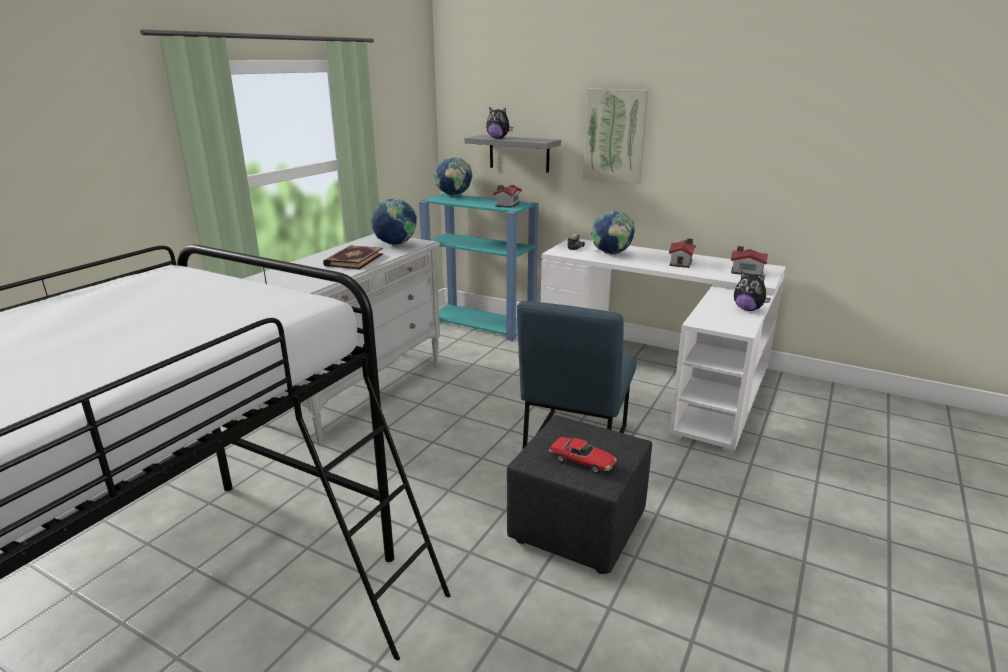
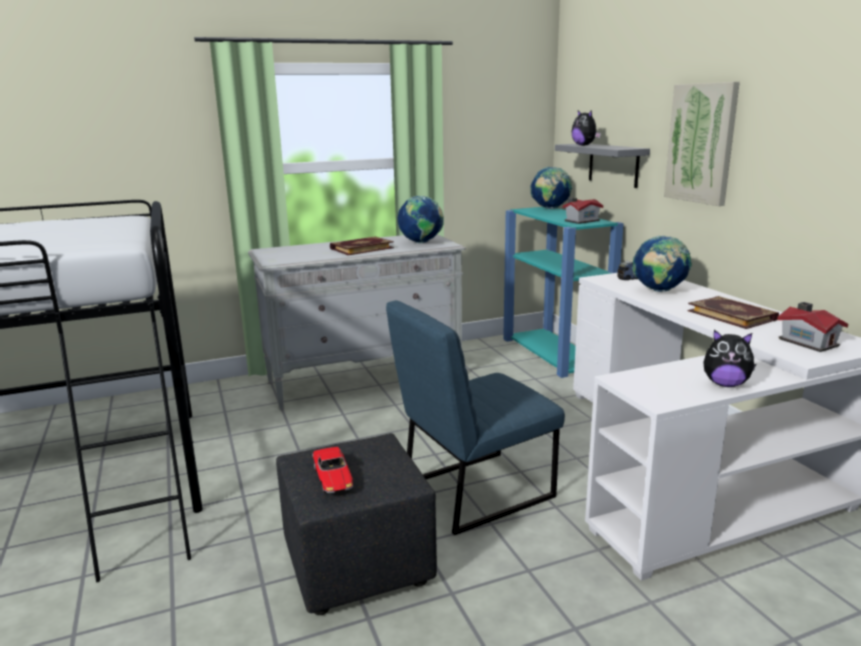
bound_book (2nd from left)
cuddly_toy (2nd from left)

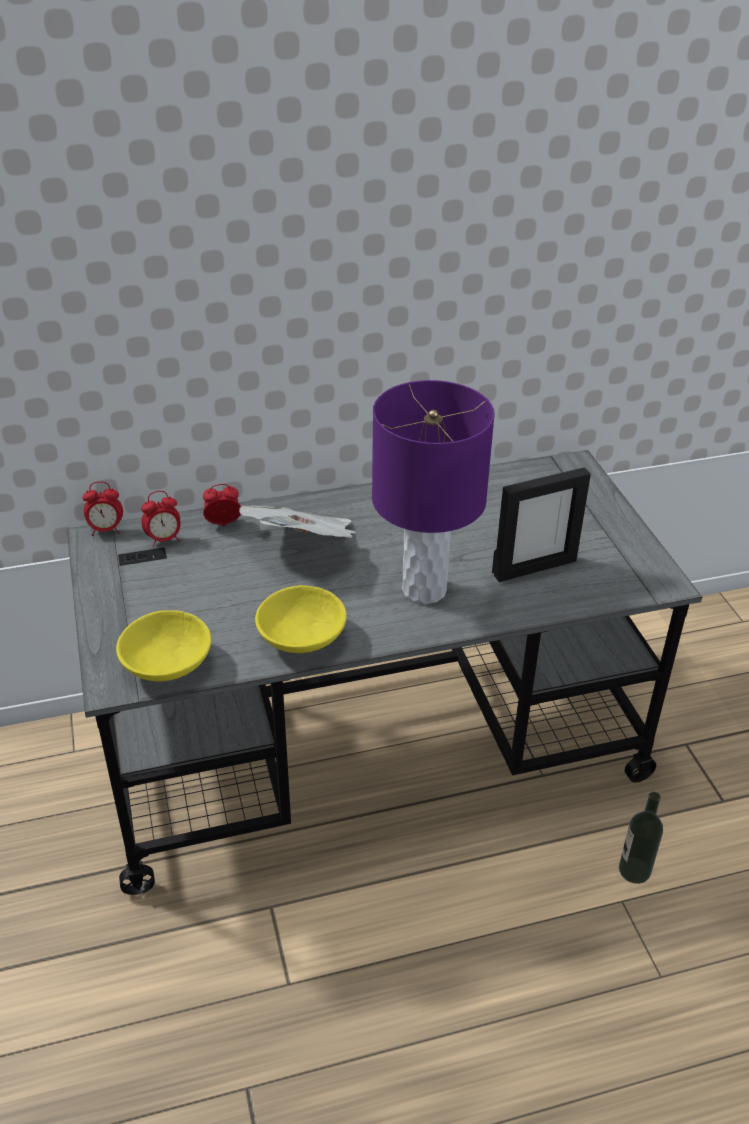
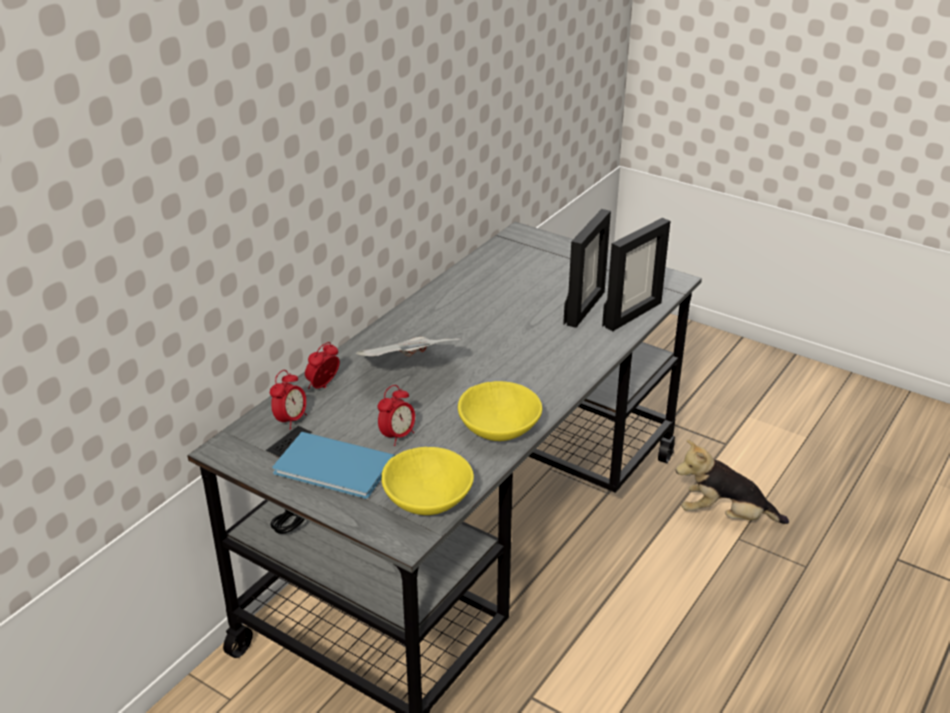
purple_table_lamp
blue-coloured_bound_book
photo_frame (2nd from left)
bedside_clock (3rd from left)
cuddly_toy

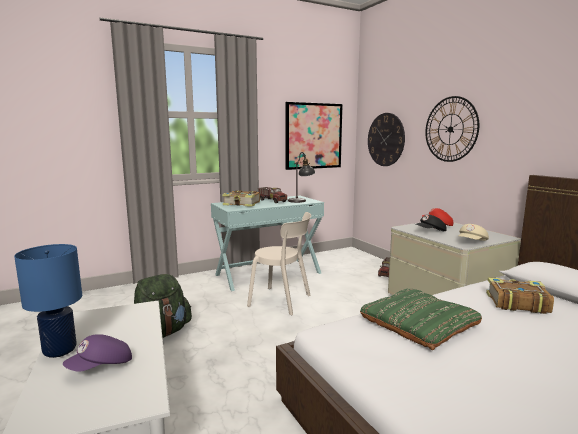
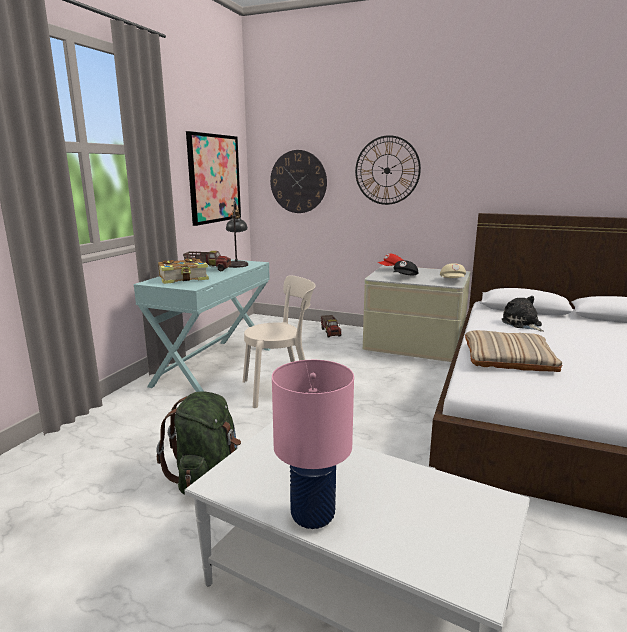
purple_peaked_cap
cuddly_toy
pinkish_table_lamp
sand-coloured_throw_pillow

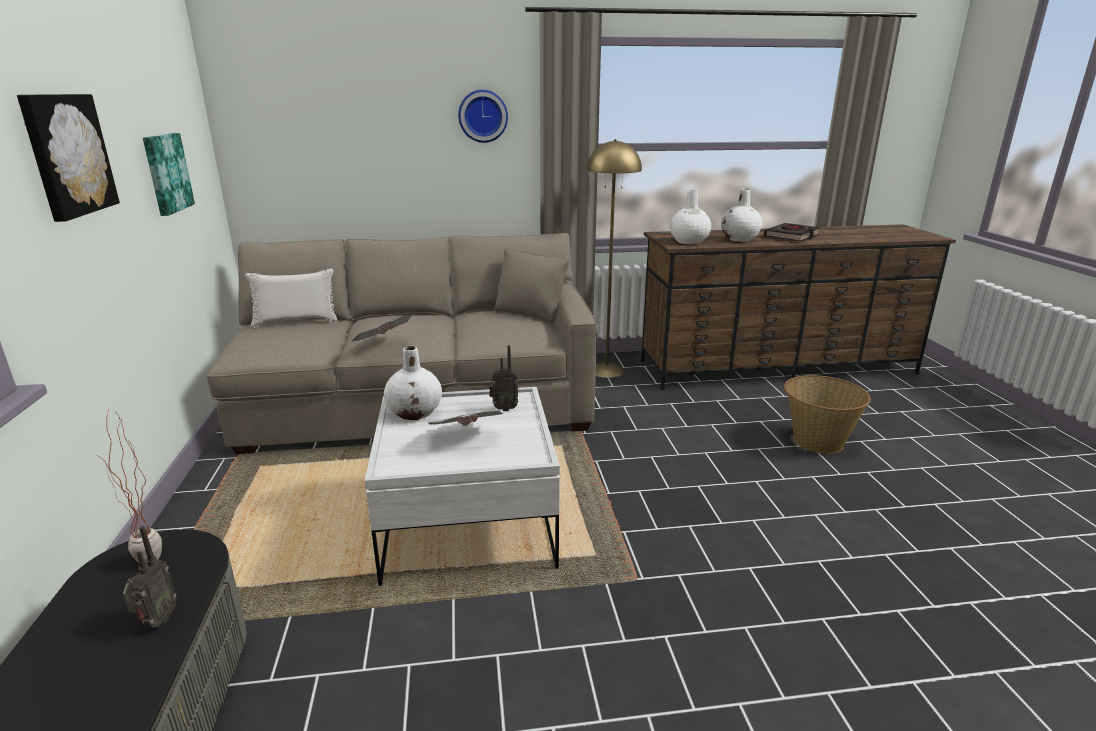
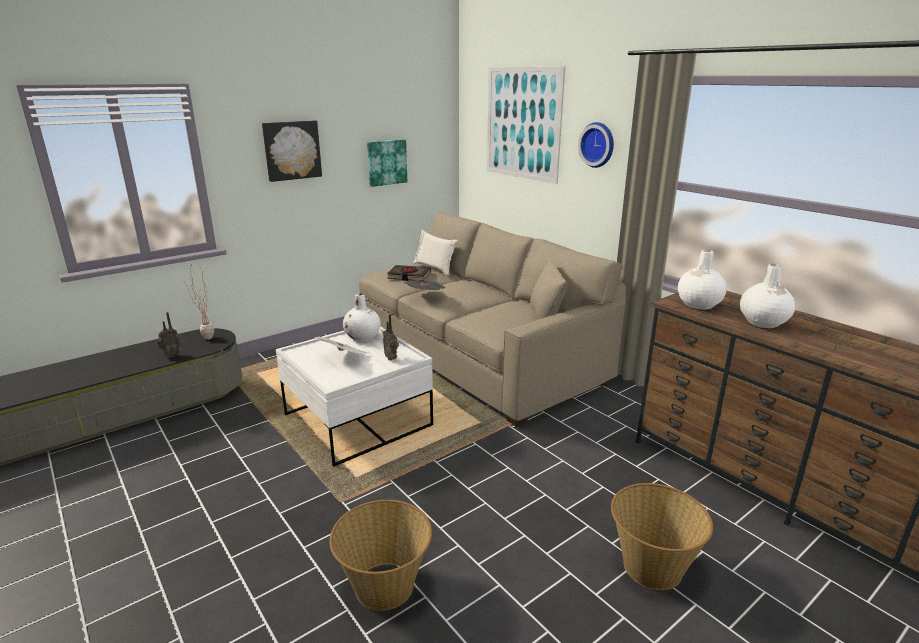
yellow_standard_lamp
household_basket (1st from left)
wall_picture (3rd from left)
black_bound_book

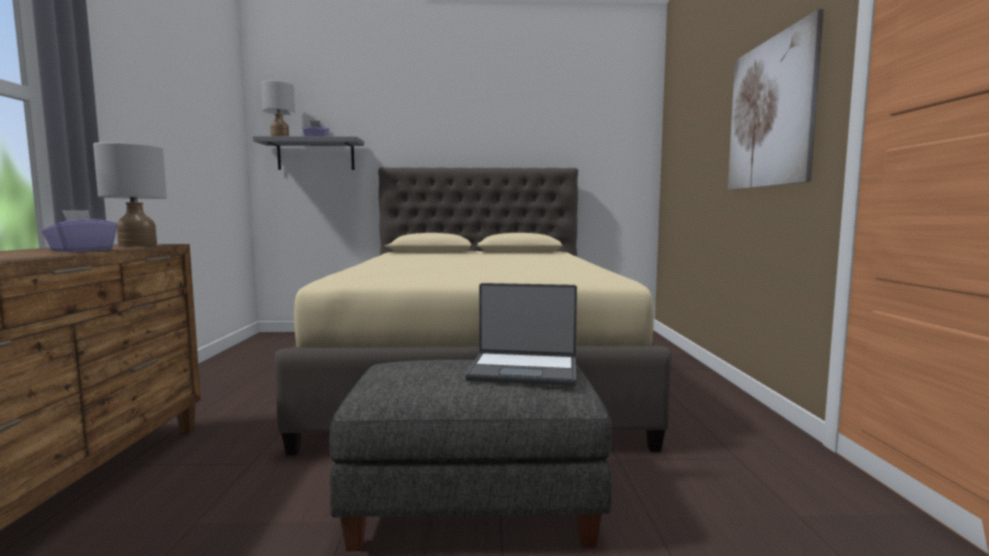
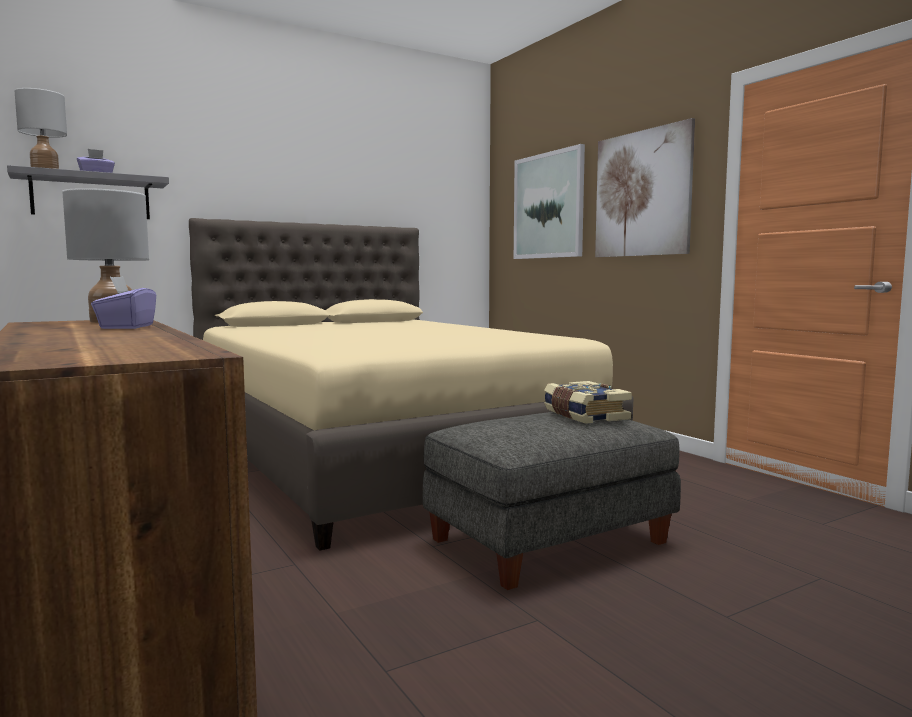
wall_picture (1st from left)
bound_book

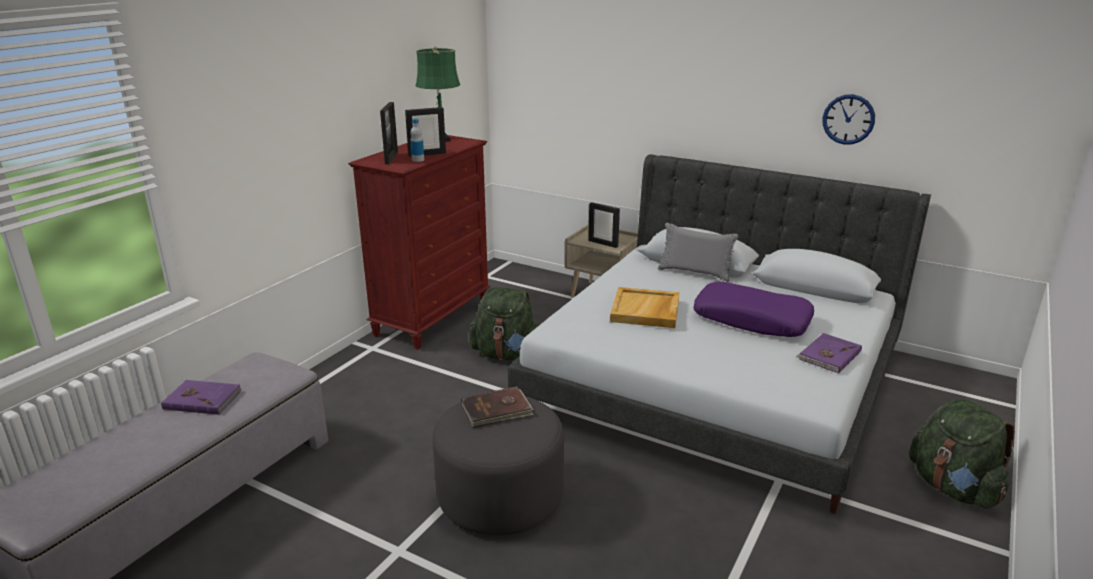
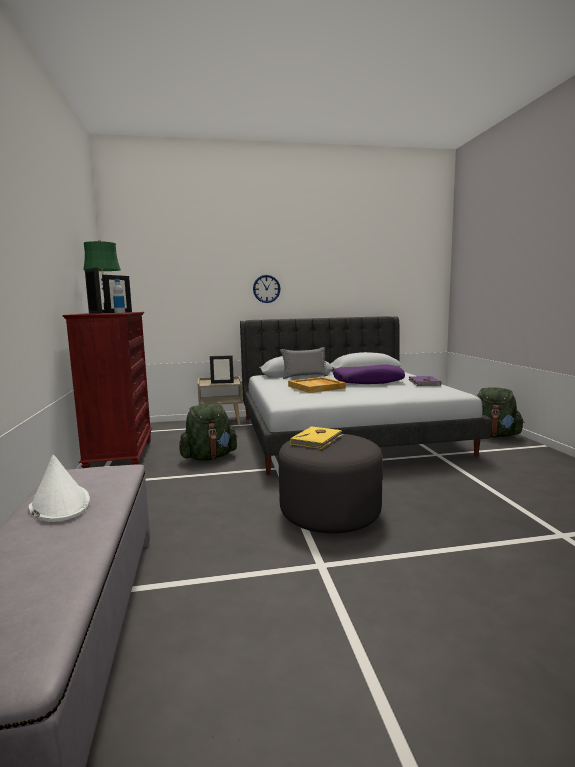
hanging_clock
white_hat
yellow_bound_book

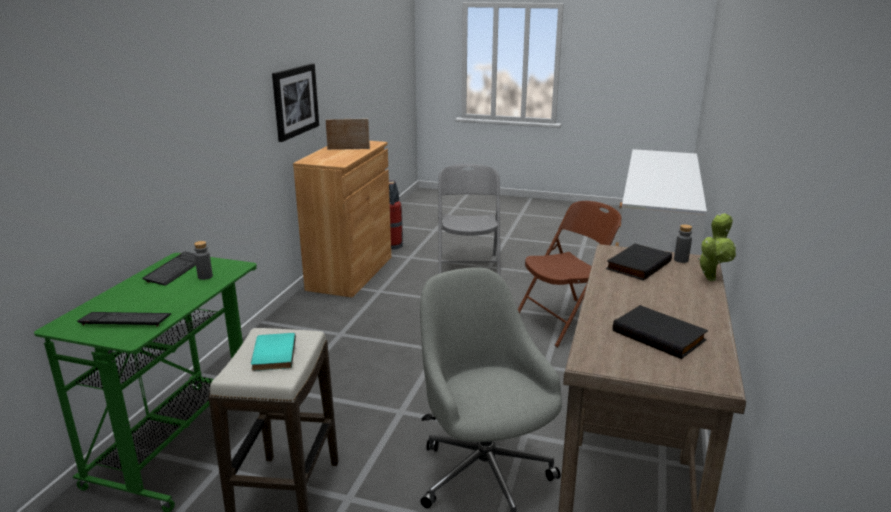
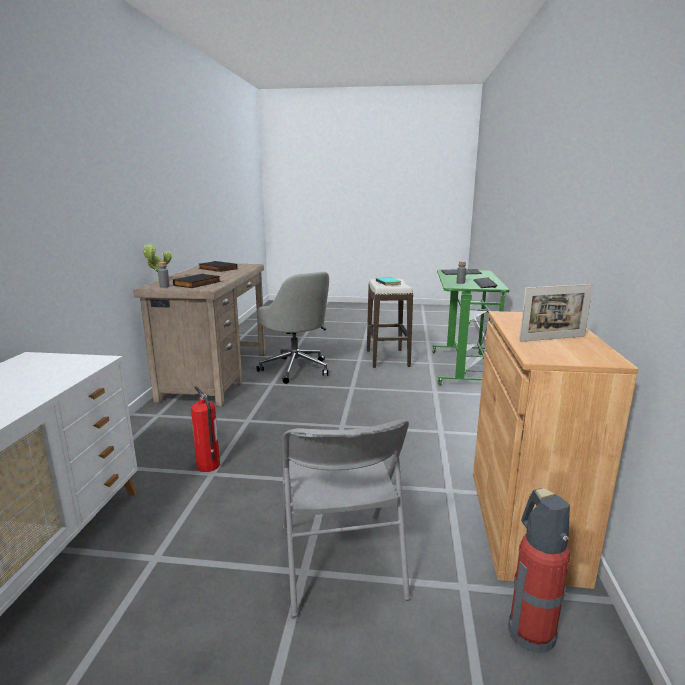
wall_picture
fire-fighting_cylinder (1st from left)

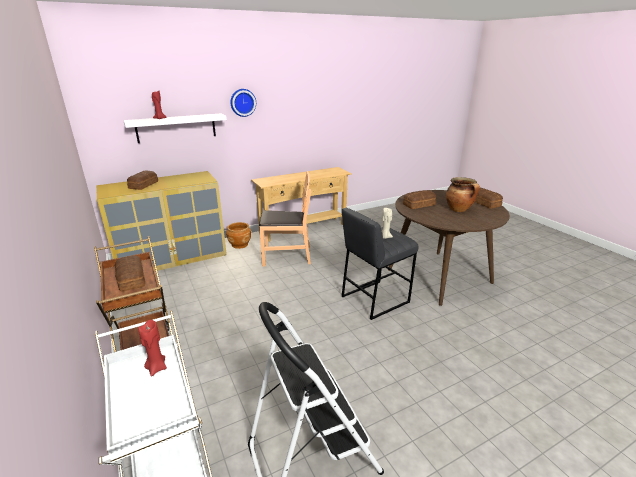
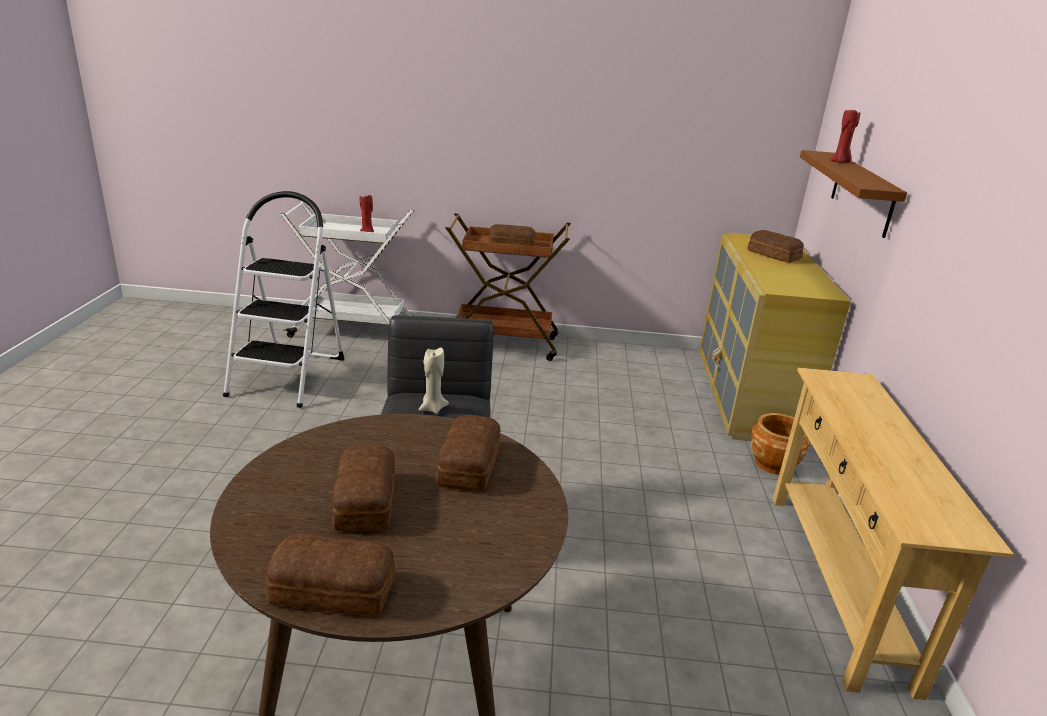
hanging_clock
brown-coloured_plain_chair
bread (2nd from left)
brown-coloured_bracket_shelf

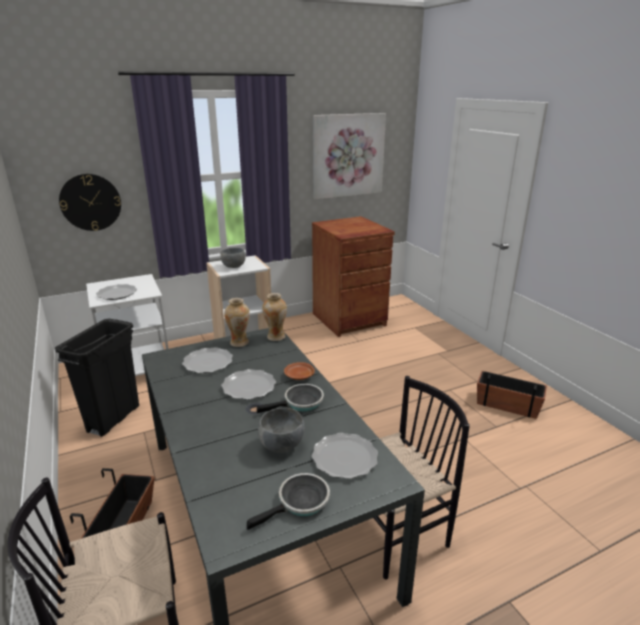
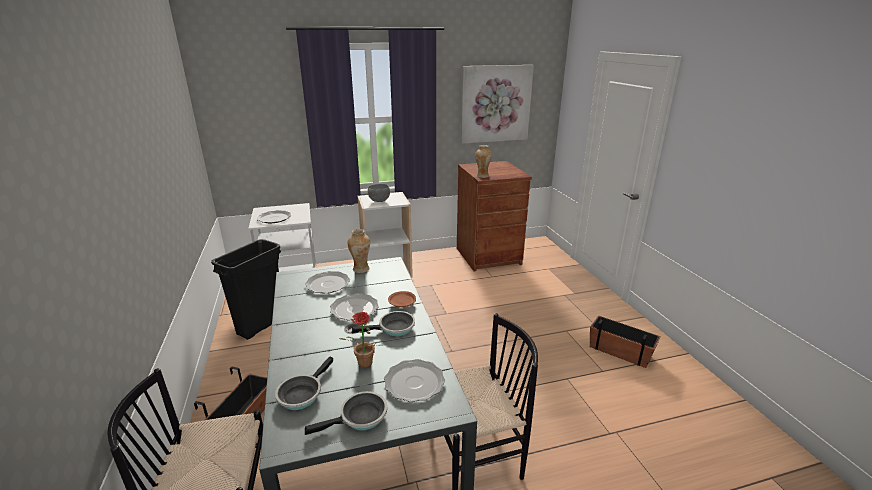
hanging_clock
pan (1st from left)
vase (2nd from left)
potted_plant

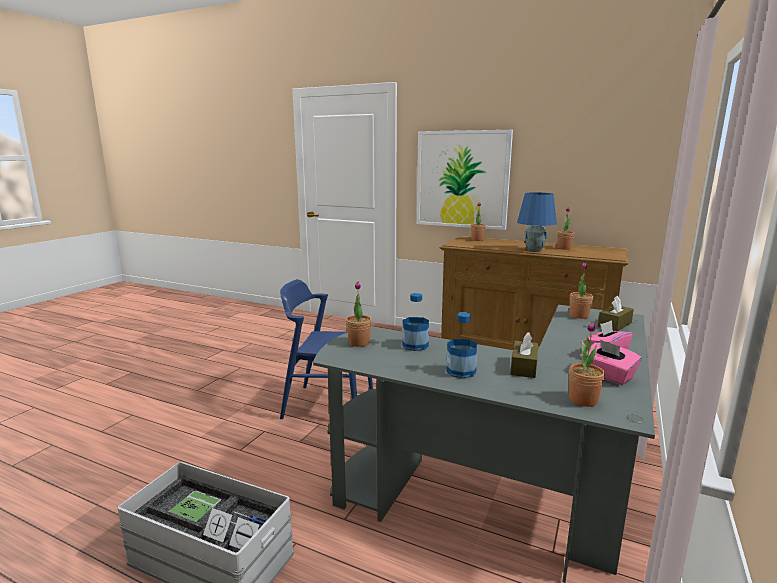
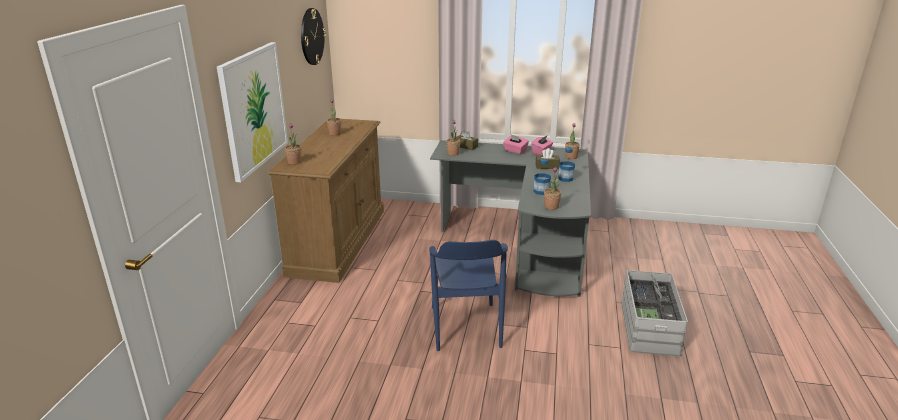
blue-coloured_table_lamp
hanging_clock

